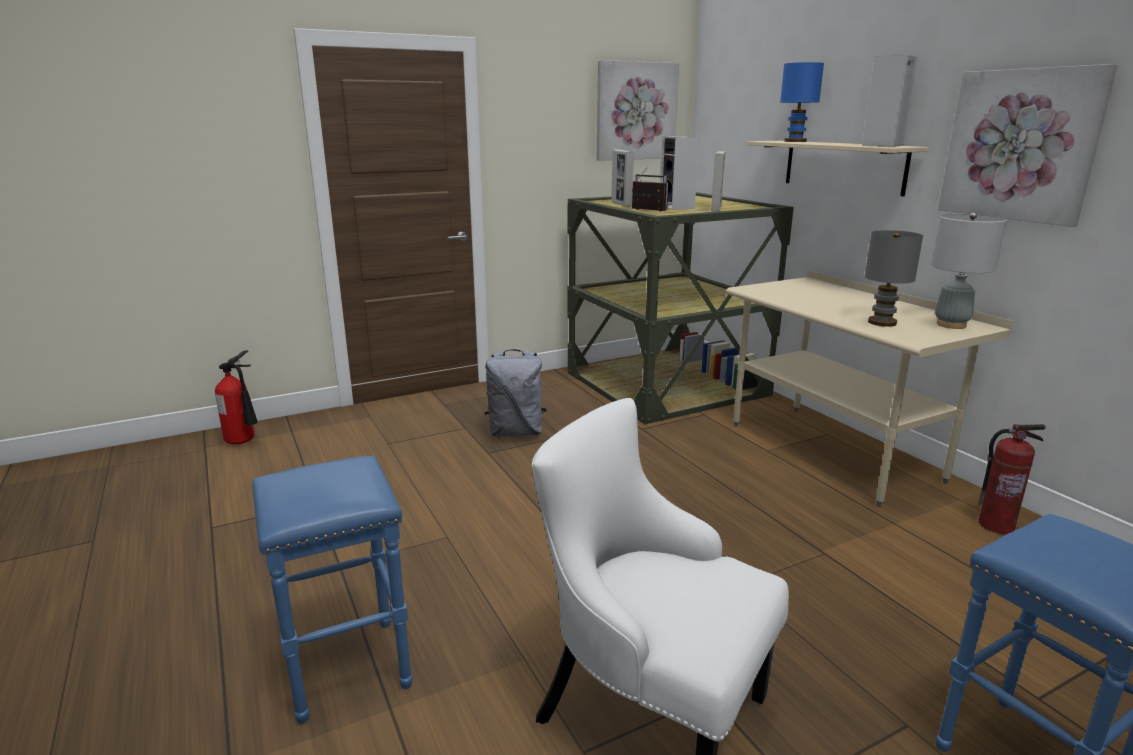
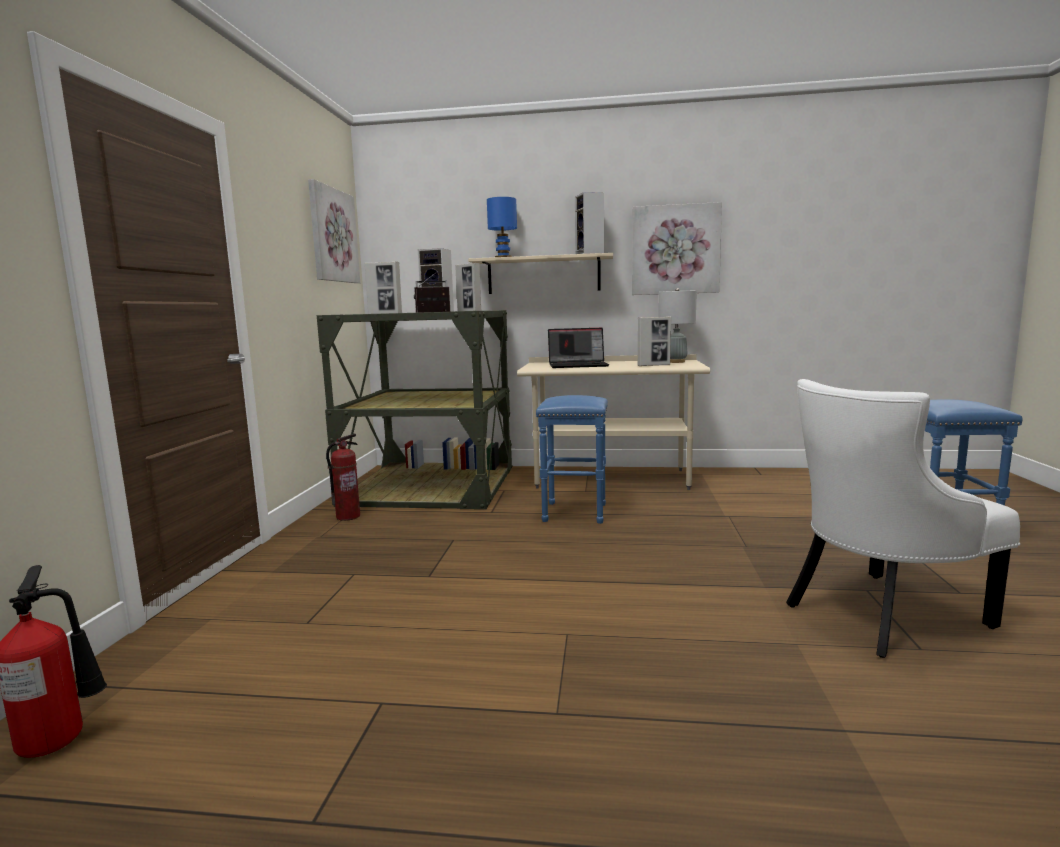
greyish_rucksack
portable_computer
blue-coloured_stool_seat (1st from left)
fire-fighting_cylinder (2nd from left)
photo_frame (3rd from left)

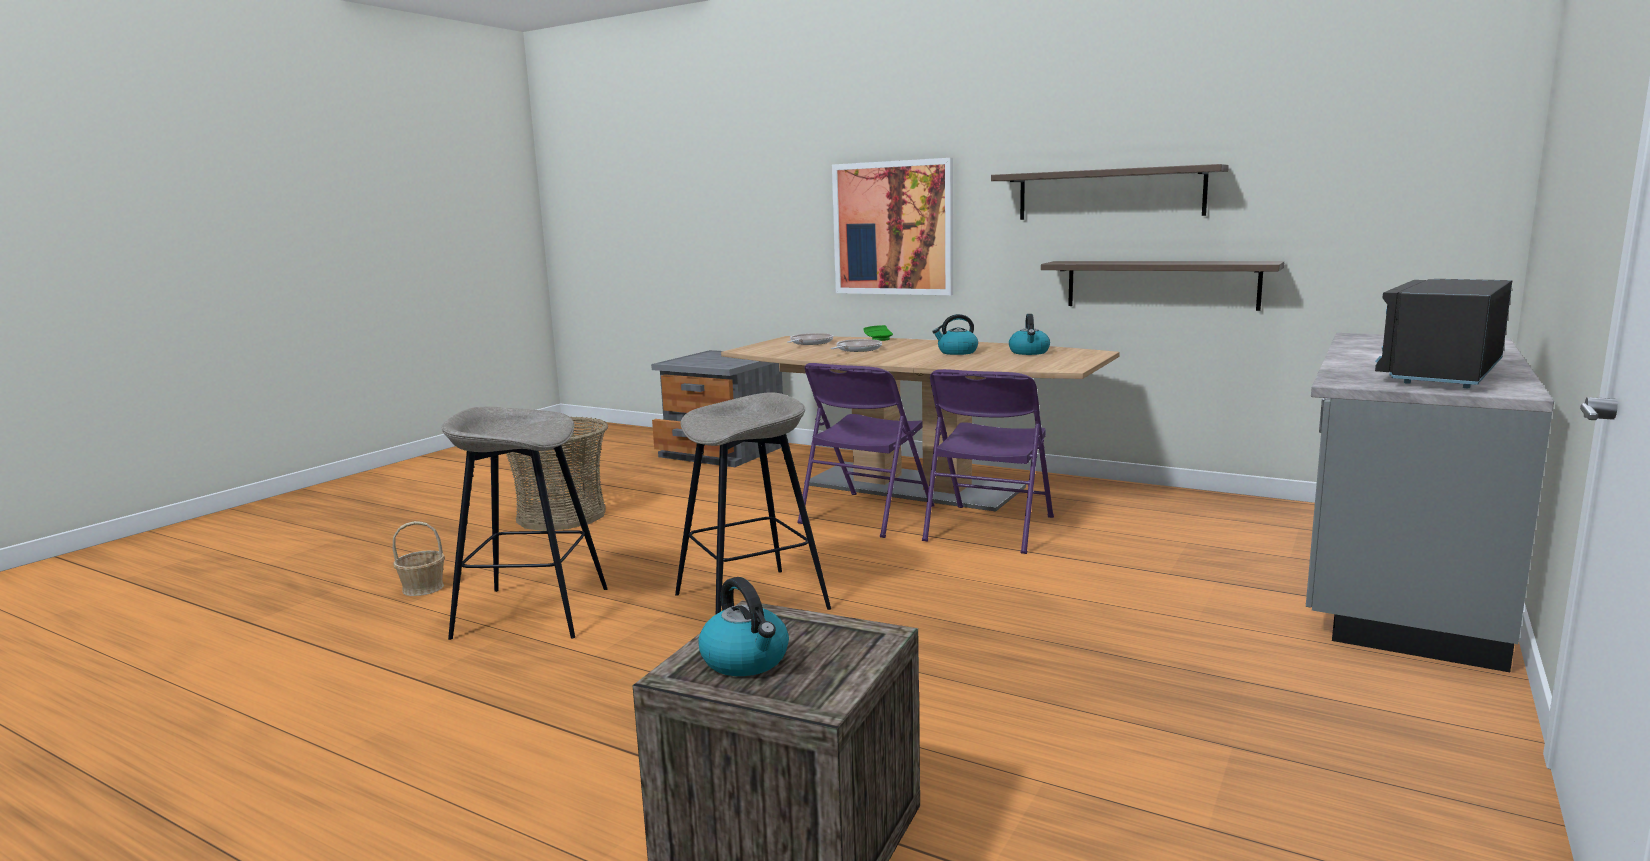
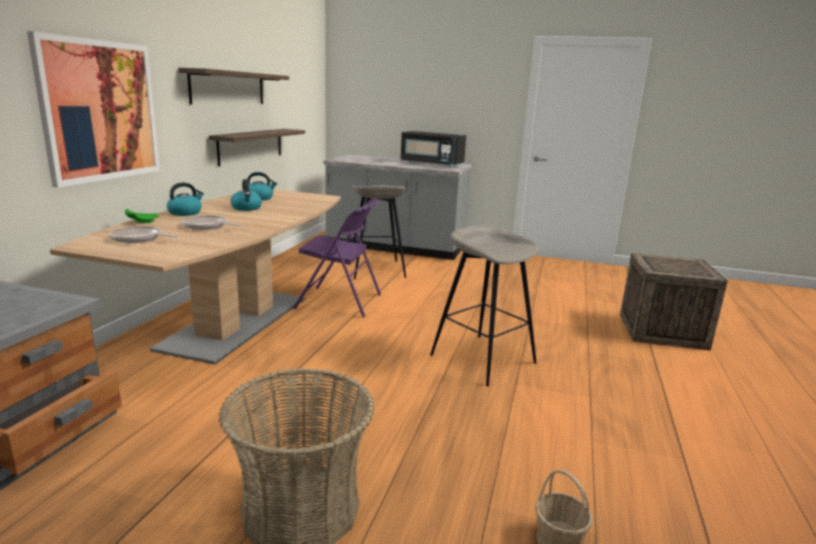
purple_plain_chair (1st from left in the first image)
greyish_stool_seat (1st from left)
water_kettle (1st from left)

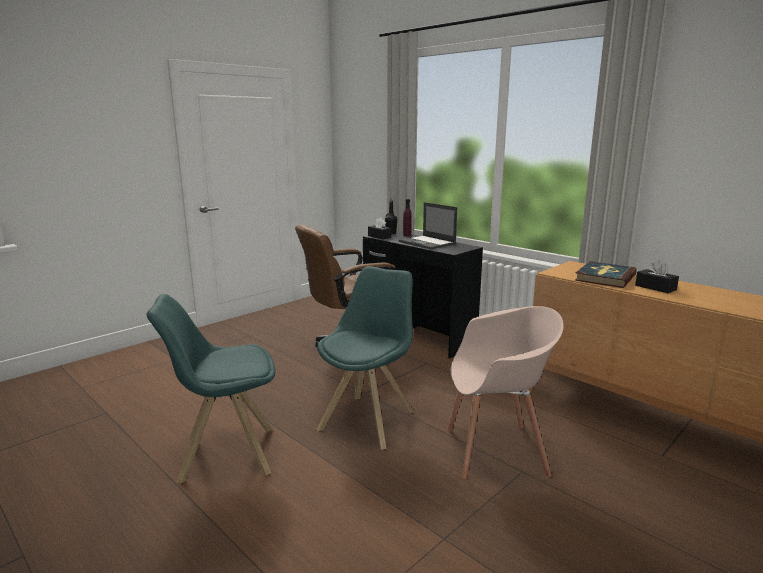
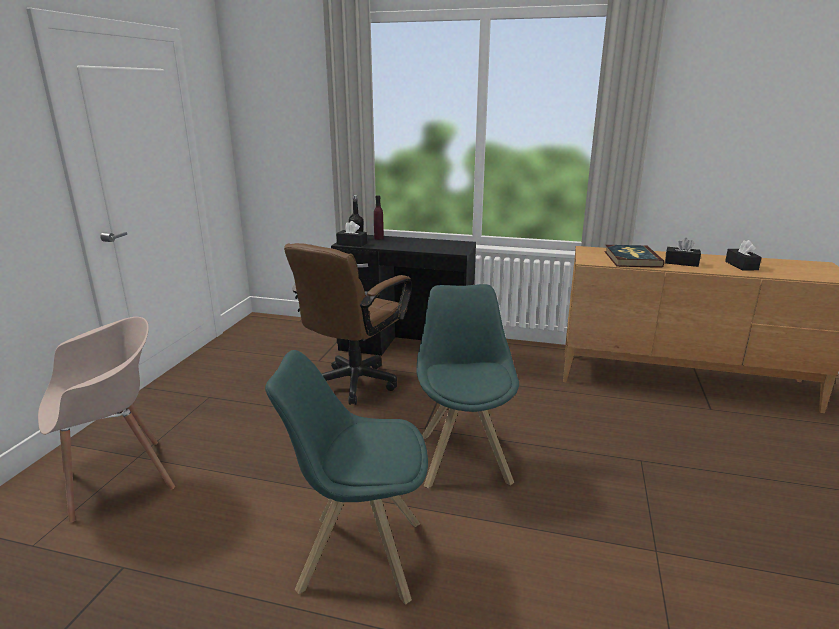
portable_computer
black_tissue_box (3rd from left)
sand-coloured_plain_chair
turquoise_plain_chair (1st from left)

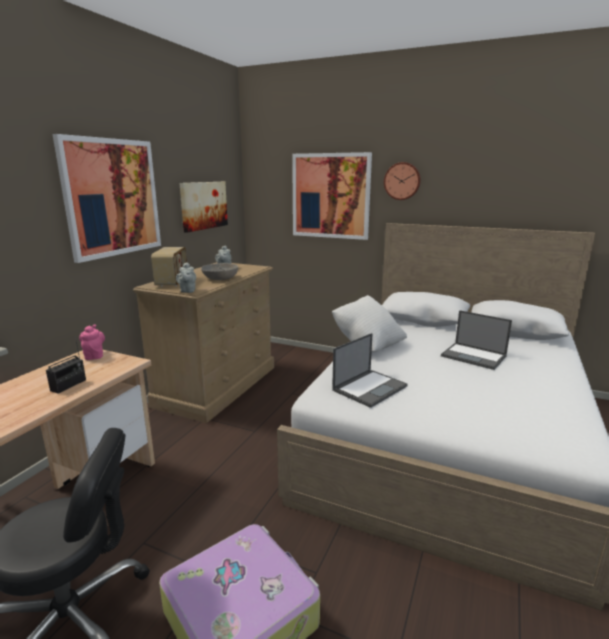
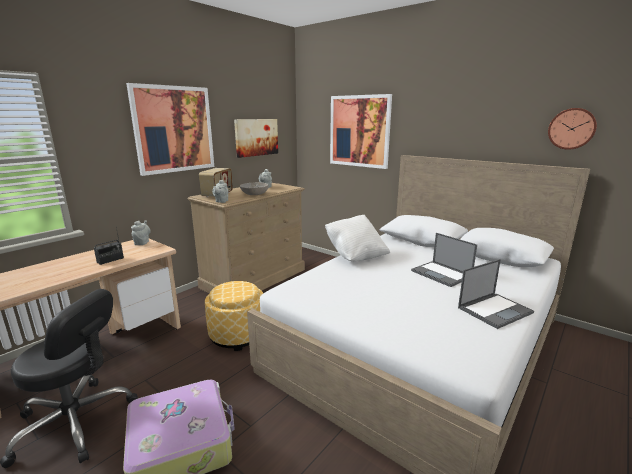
pouffe
portable_computer (2nd from left)
hanging_clock
greyish_teapot (1st from left)

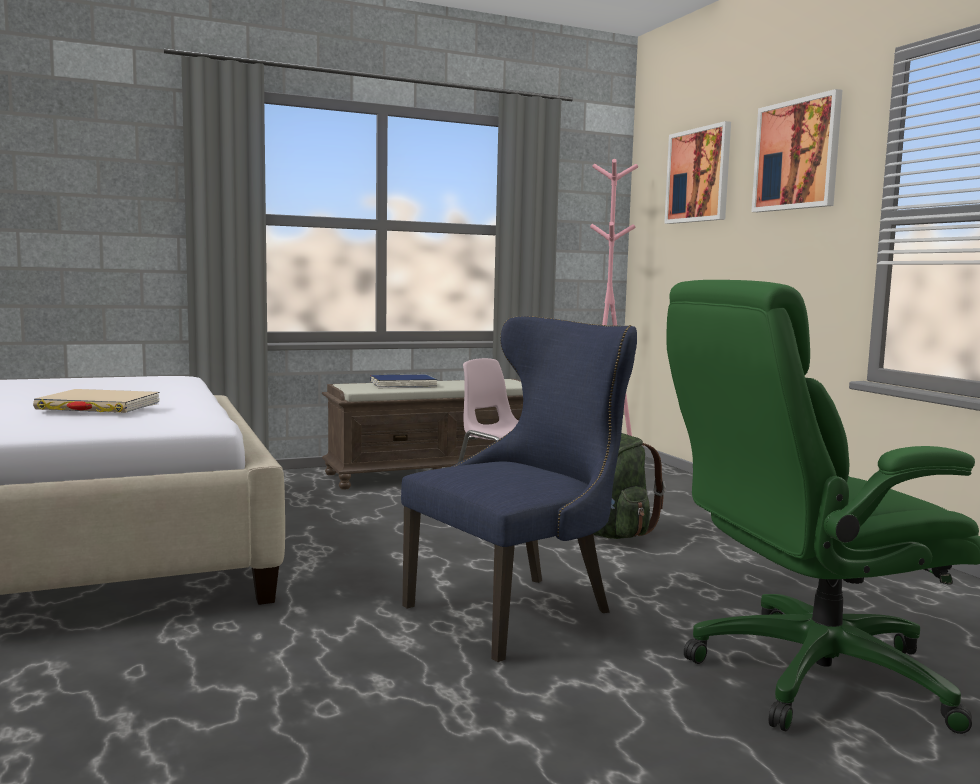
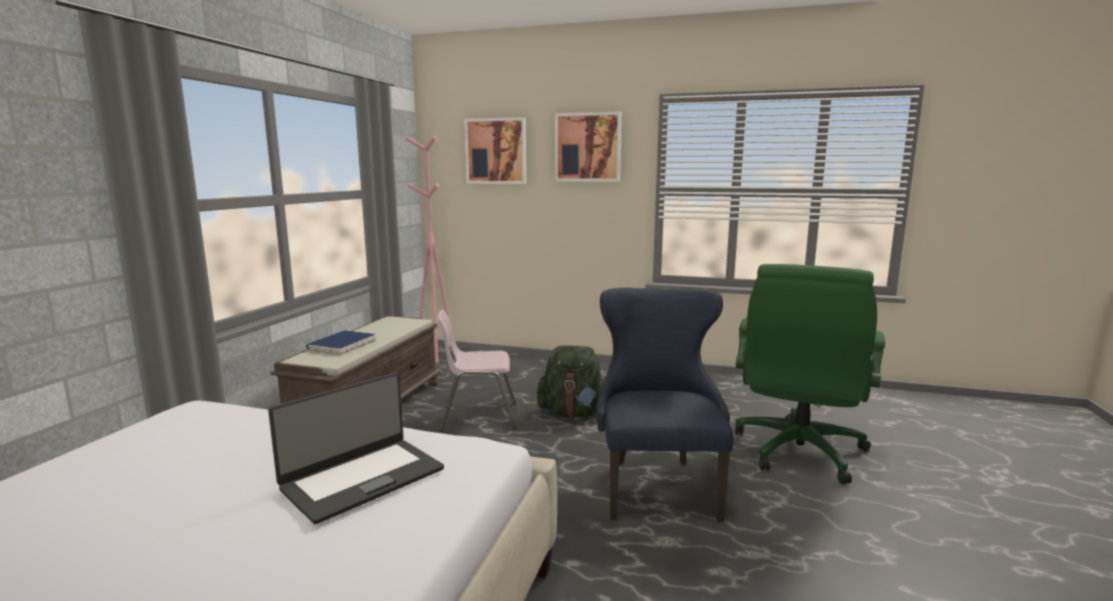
portable_computer

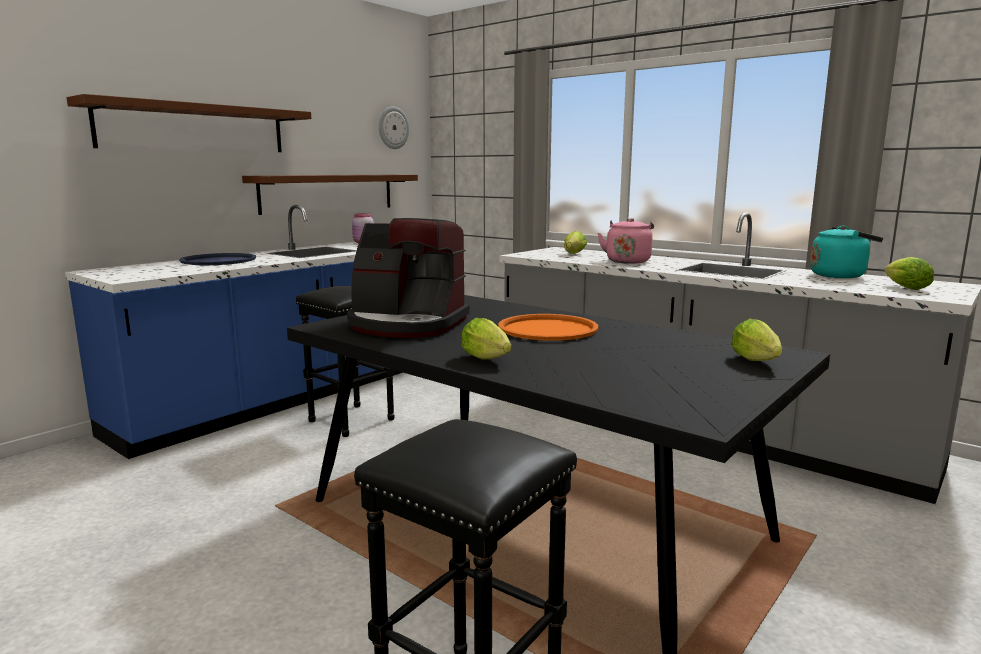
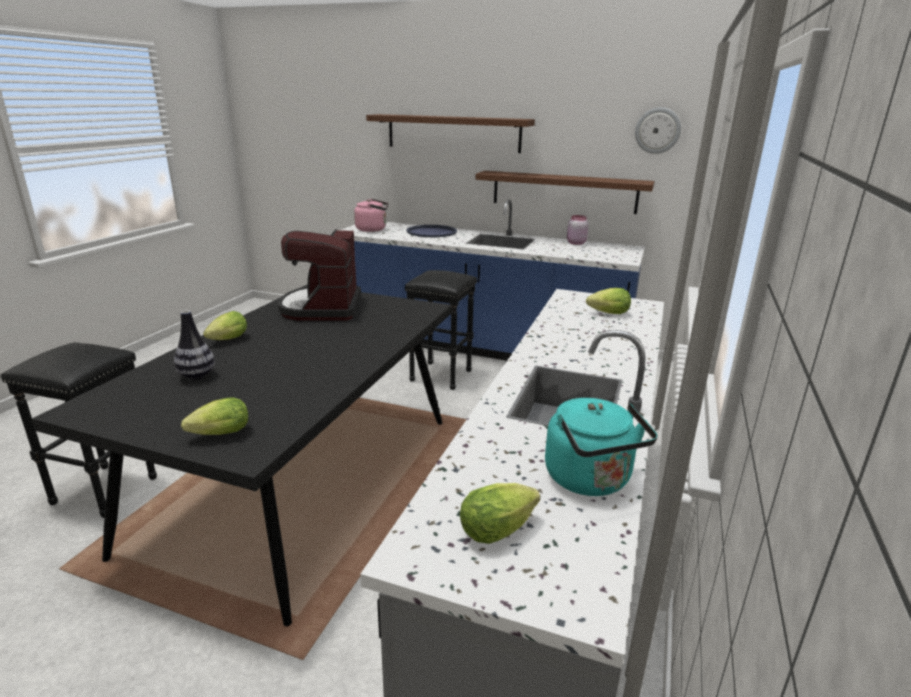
orange-coloured_carrying_tray
vase
pinkish_water_kettle

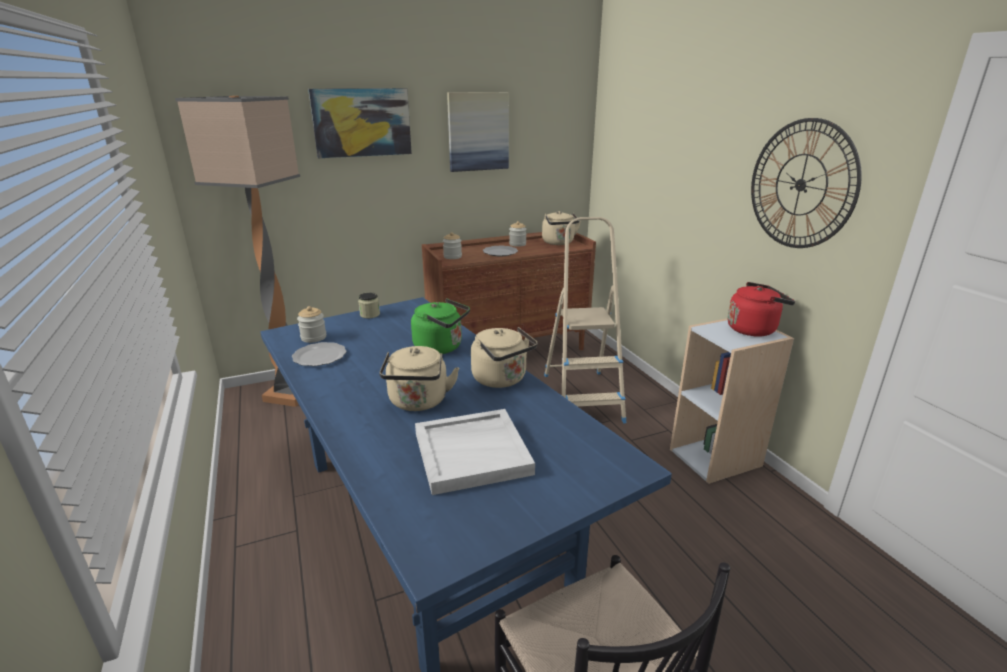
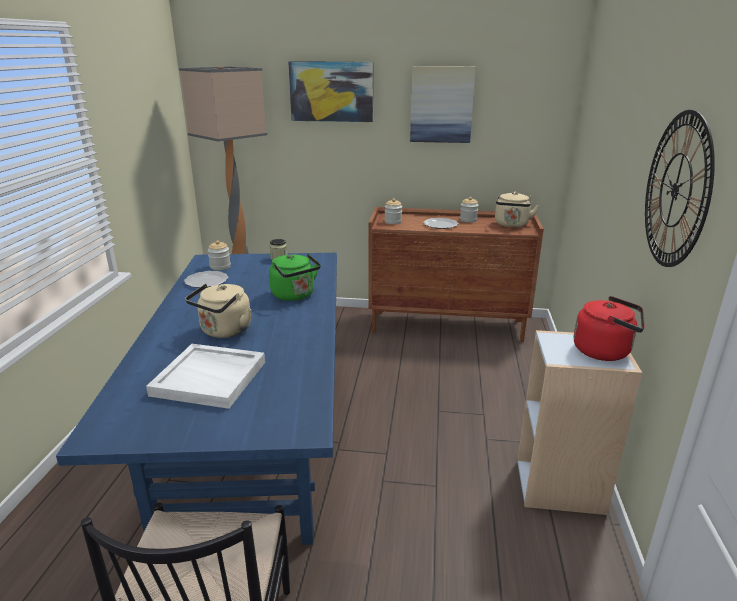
sand-coloured_water_kettle (2nd from left in the first image)
sand-coloured_step_stool

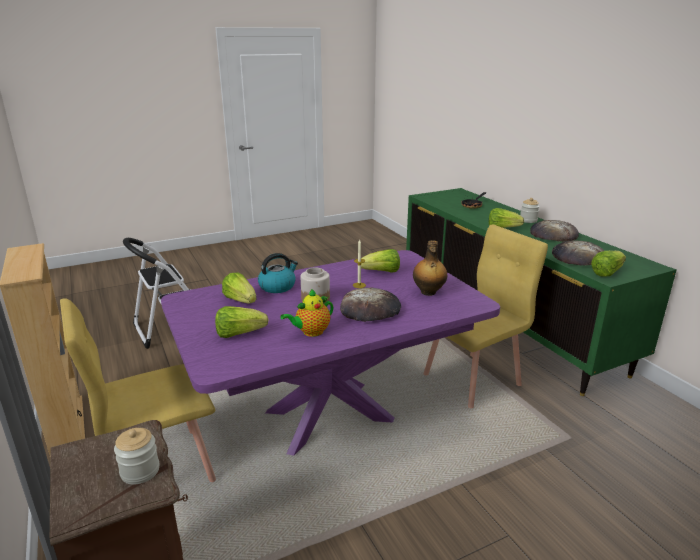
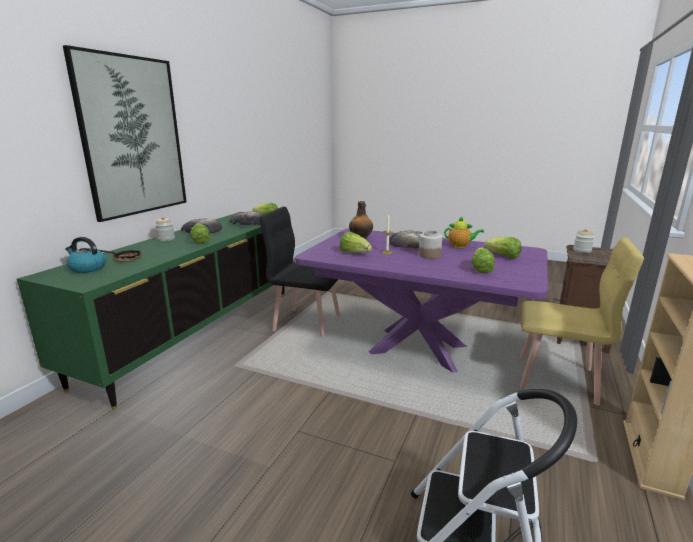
wall_picture
water_kettle
black_plain_chair

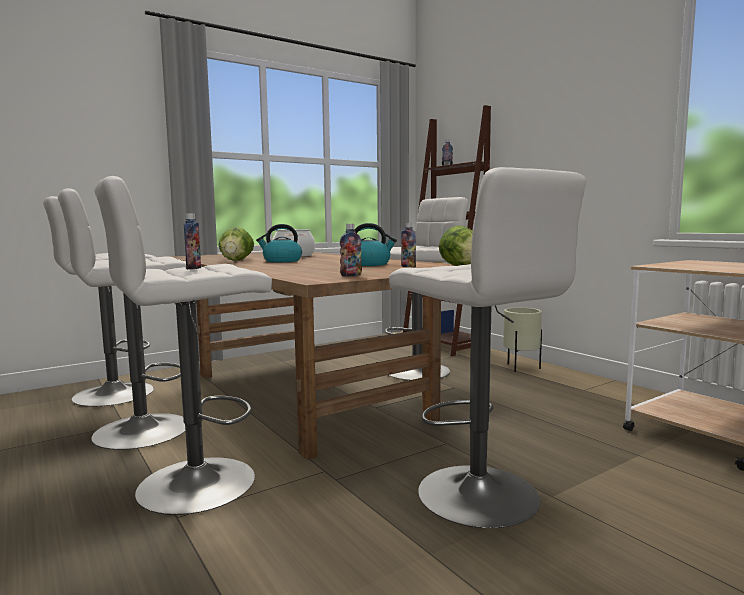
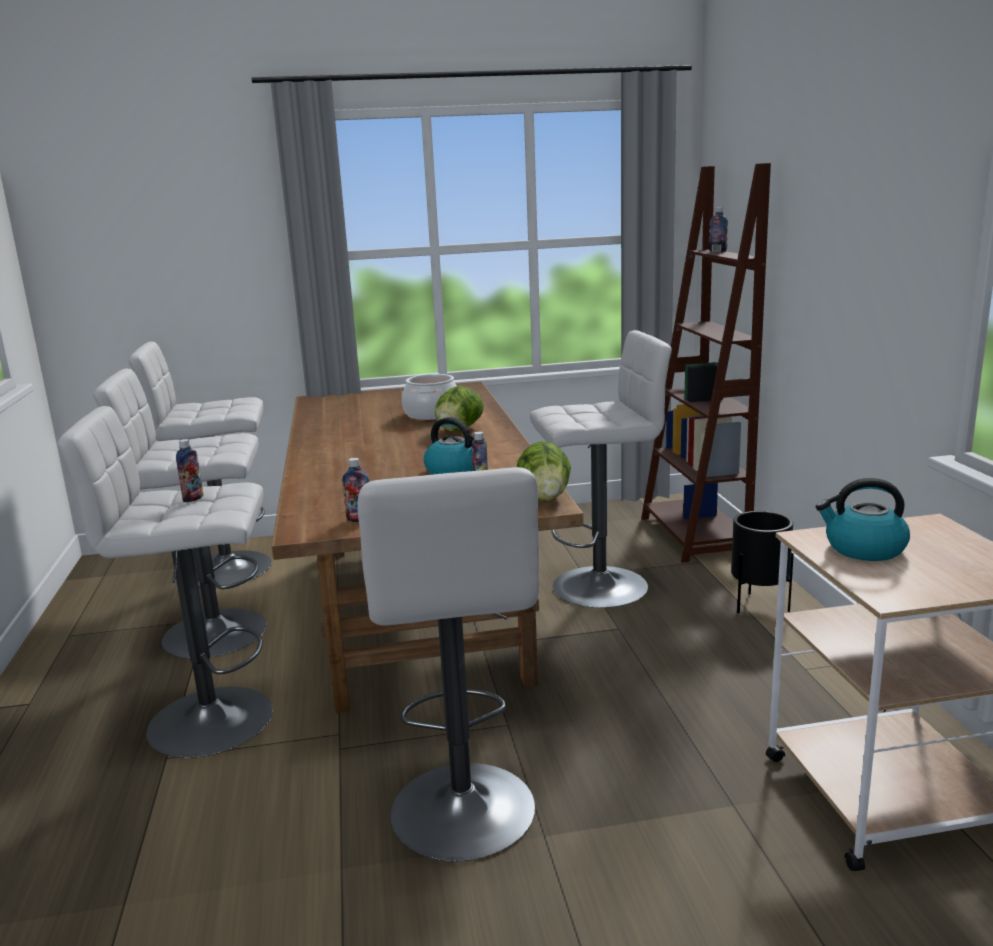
head_of_lettuce (1st from left)
water_kettle (2nd from left)
black_plant_pot

